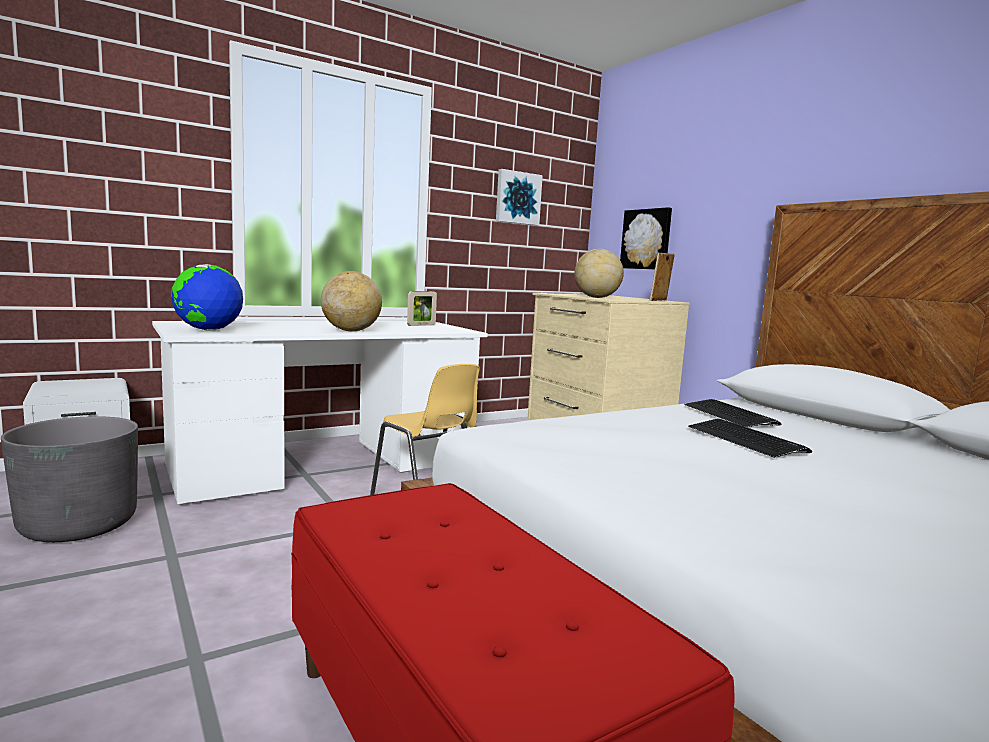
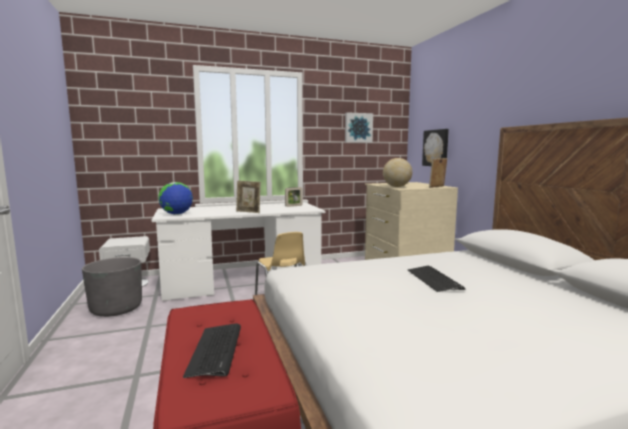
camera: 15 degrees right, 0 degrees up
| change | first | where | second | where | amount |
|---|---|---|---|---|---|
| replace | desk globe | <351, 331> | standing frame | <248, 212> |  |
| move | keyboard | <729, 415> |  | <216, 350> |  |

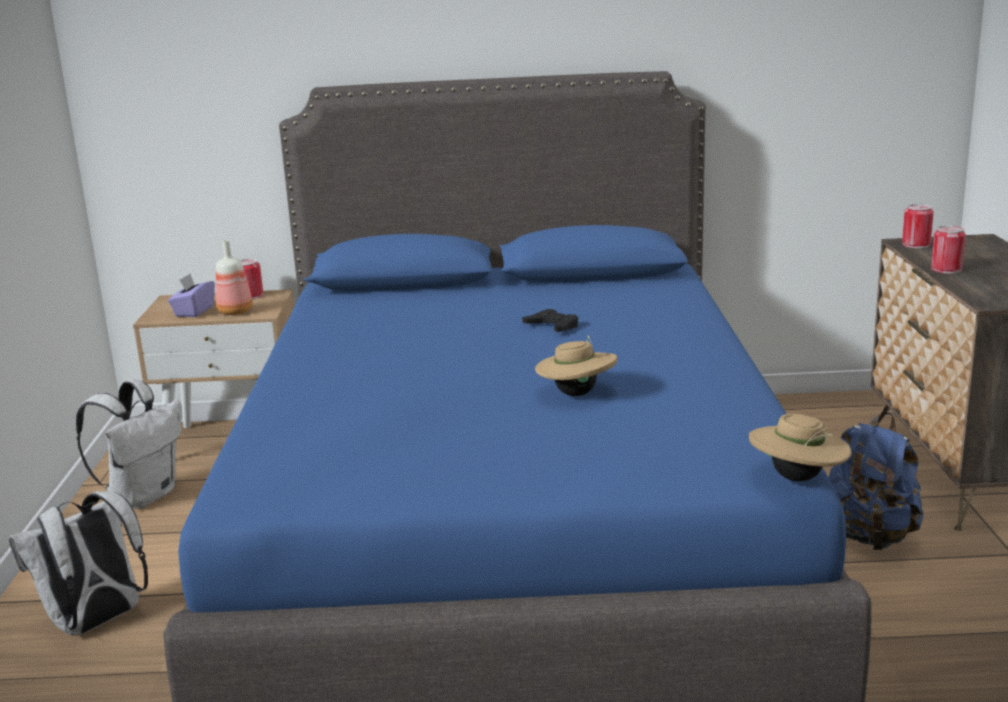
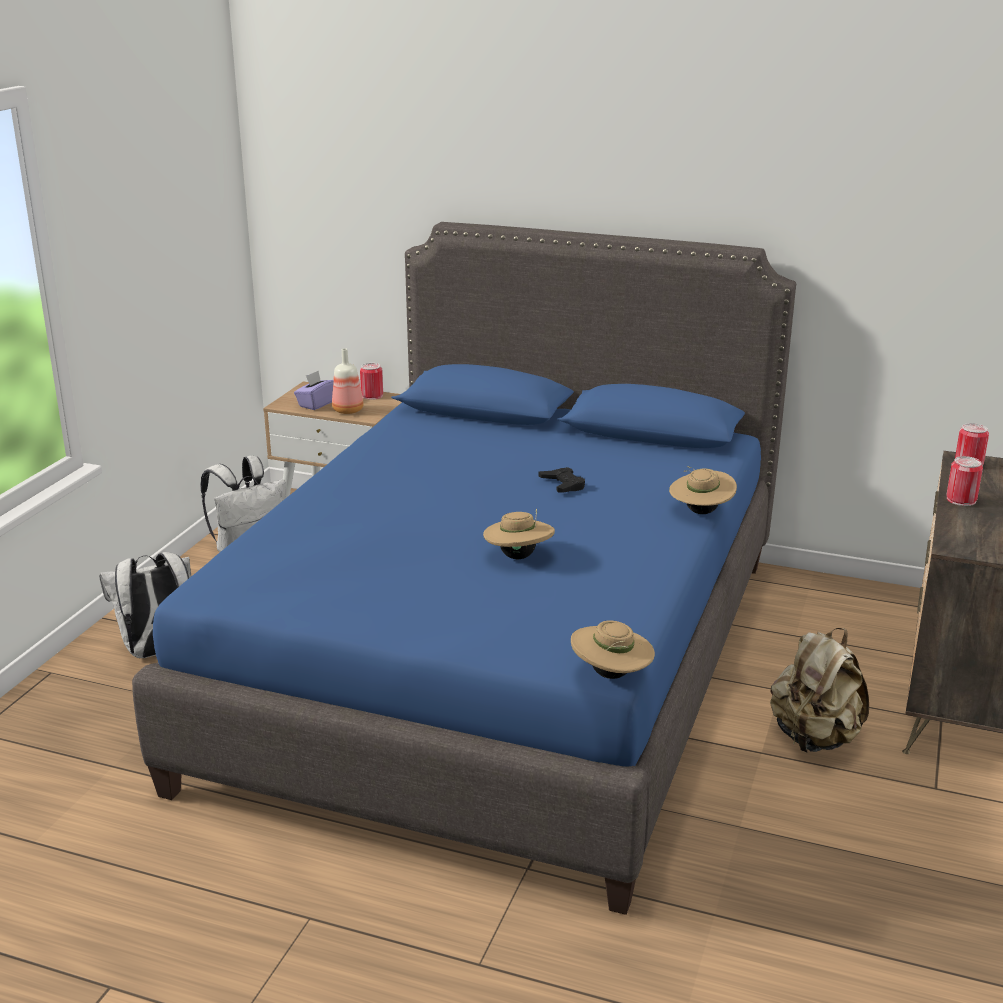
camera: 20 degrees right, 5 degrees up
| change | first | where | second | where | amount |
|---|---|---|---|---|---|
| recolor | bluish backpack | <870, 537> | beige backpack | <814, 738> |  |
| insert |  |  | beige wearable hat | <700, 512> |  |

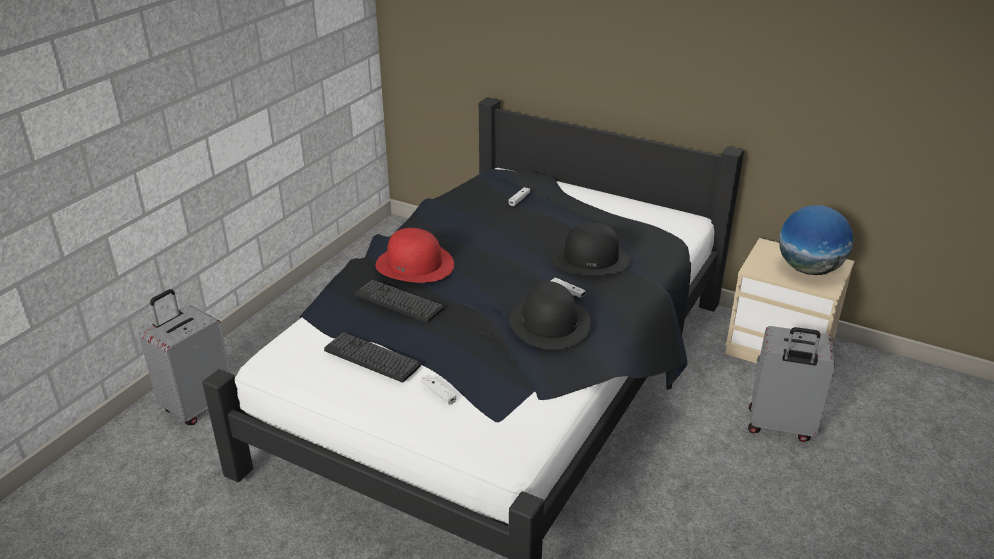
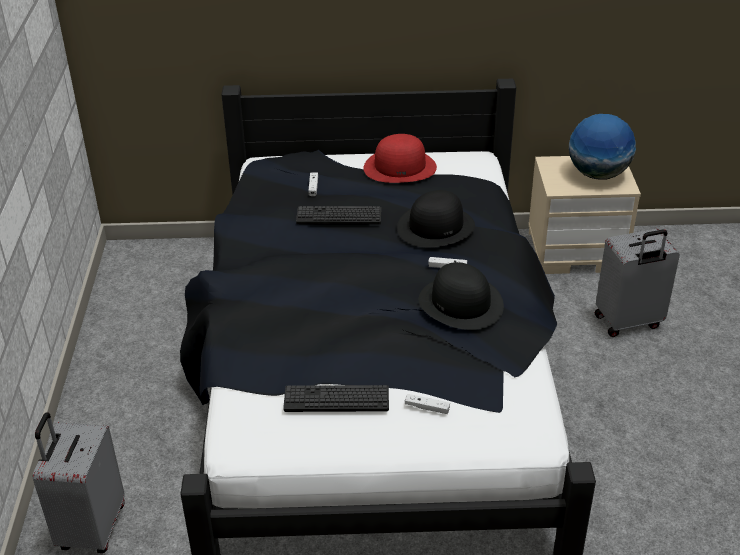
camera: 30 degrees left, 5 degrees up
| change | first | where | second | where | amount |
|---|---|---|---|---|---|
| move | keyboard | <399, 302> |  | <339, 216> |  |
| move | reddish wearable hat | <415, 264> |  | <400, 167> |  |

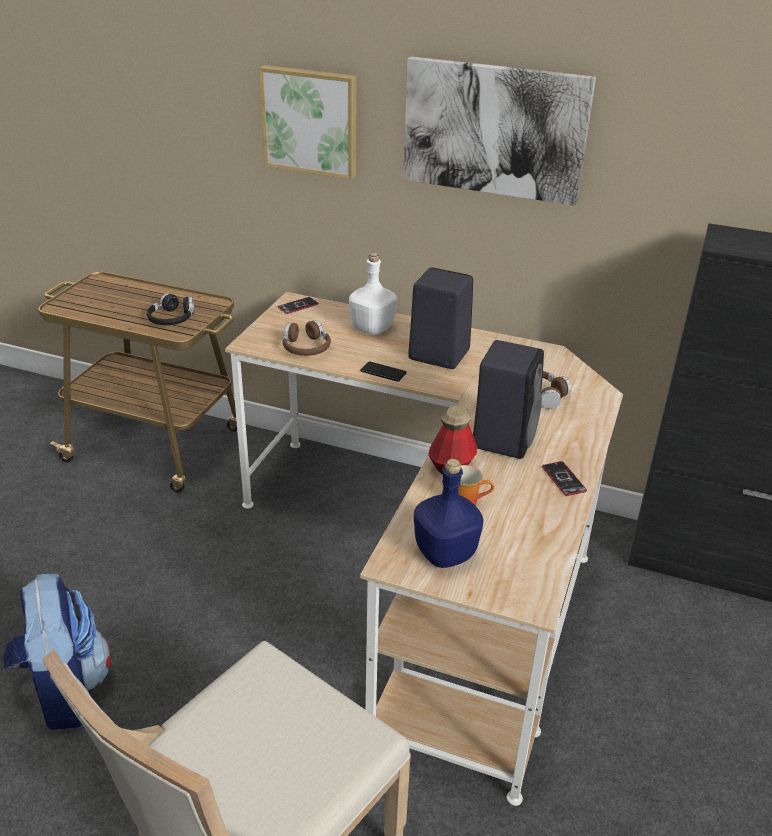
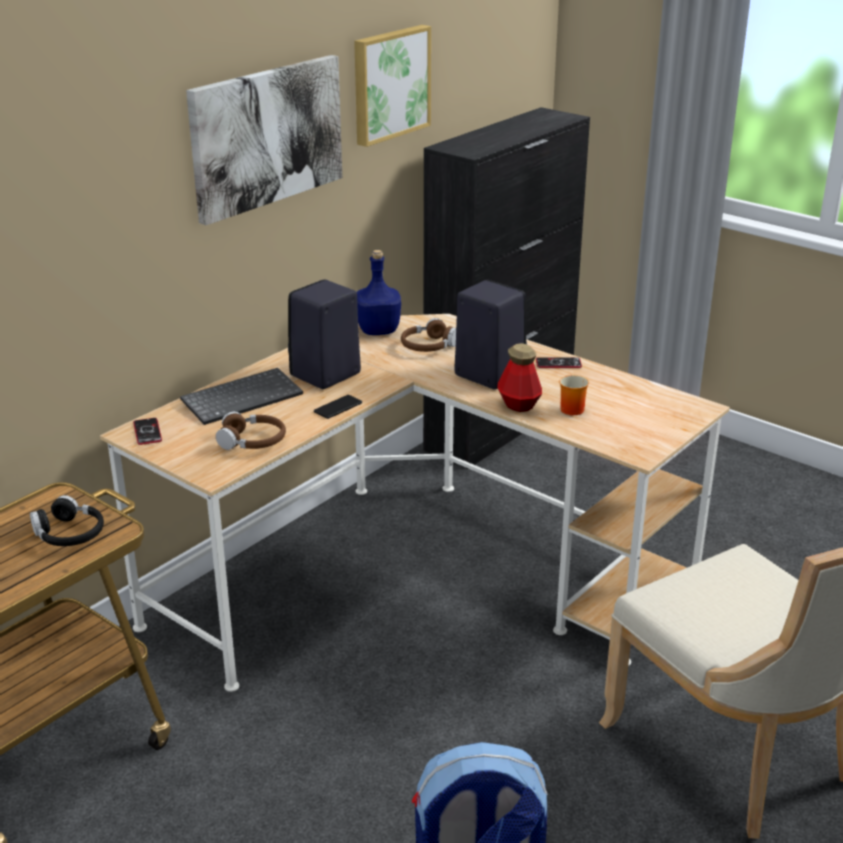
camera: 70 degrees left, 5 degrees down
| change | first | where | second | where | amount |
|---|---|---|---|---|---|
| move | picture | <311, 121> |  | <389, 84> |  |
| replace | whitish beverage bottle | <373, 329> | keyboard | <242, 397> |  |
| move | bluish beverage bottle | <444, 554> |  | <378, 331> |  |

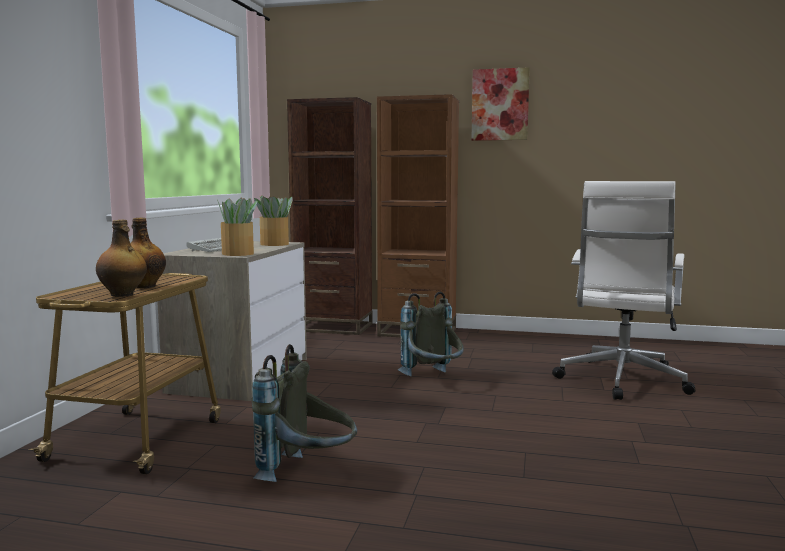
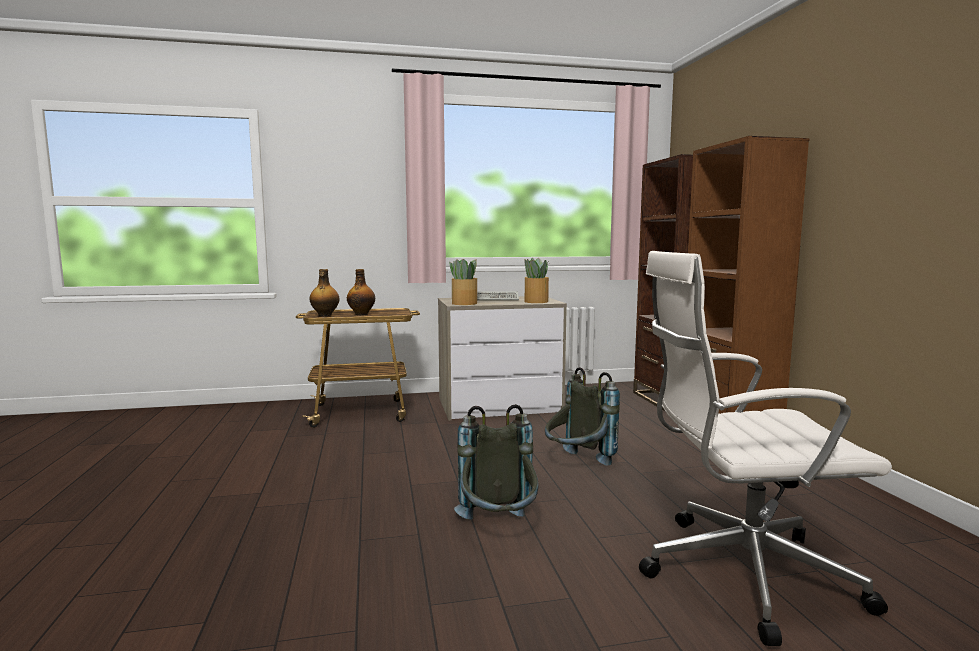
camera: 65 degrees right, 0 degrees up
| change | first | where | second | where | amount |
|---|---|---|---|---|---|
| move | greyish backpack | <308, 473> |  | <498, 529> |  |
| delete | picture | <500, 105> |  |  |  |

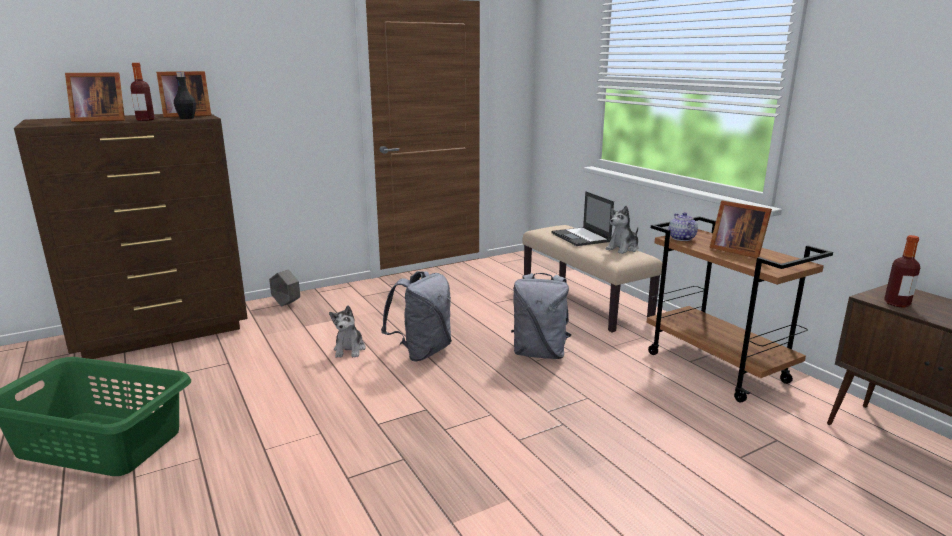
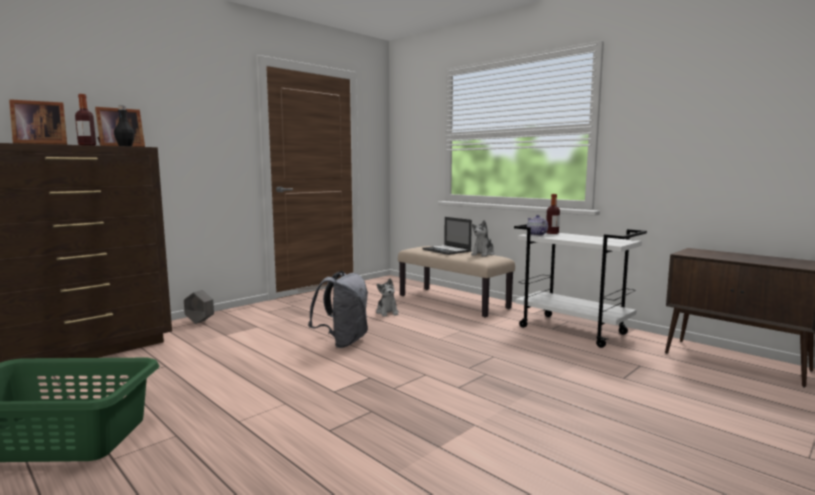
camera: 15 degrees left, 10 degrees down
| change | first | where | second | where | amount |
|---|---|---|---|---|---|
| move | plush toy | <349, 349> |  | <387, 312> |  |
| delete | greyish backpack | <540, 353> |  |  |  |
| recolor | brownish trolley | <718, 368> | whitish trolley | <573, 330> |  |
| delete | standing frame | <736, 250> |  |  |  |
| move | beverage bottle | <897, 304> |  | <552, 233> |  |

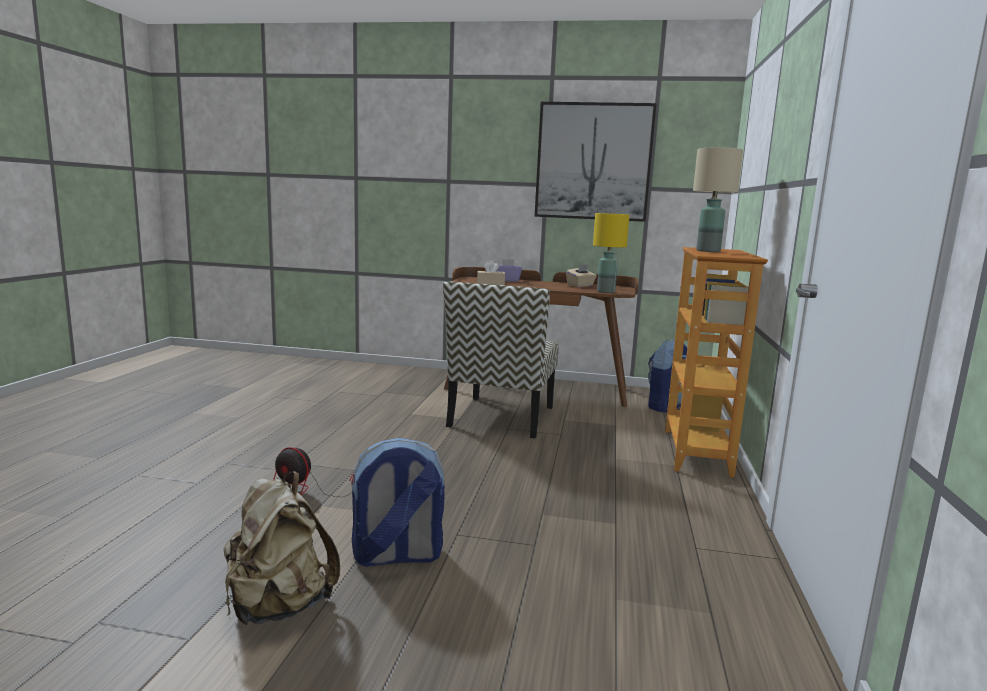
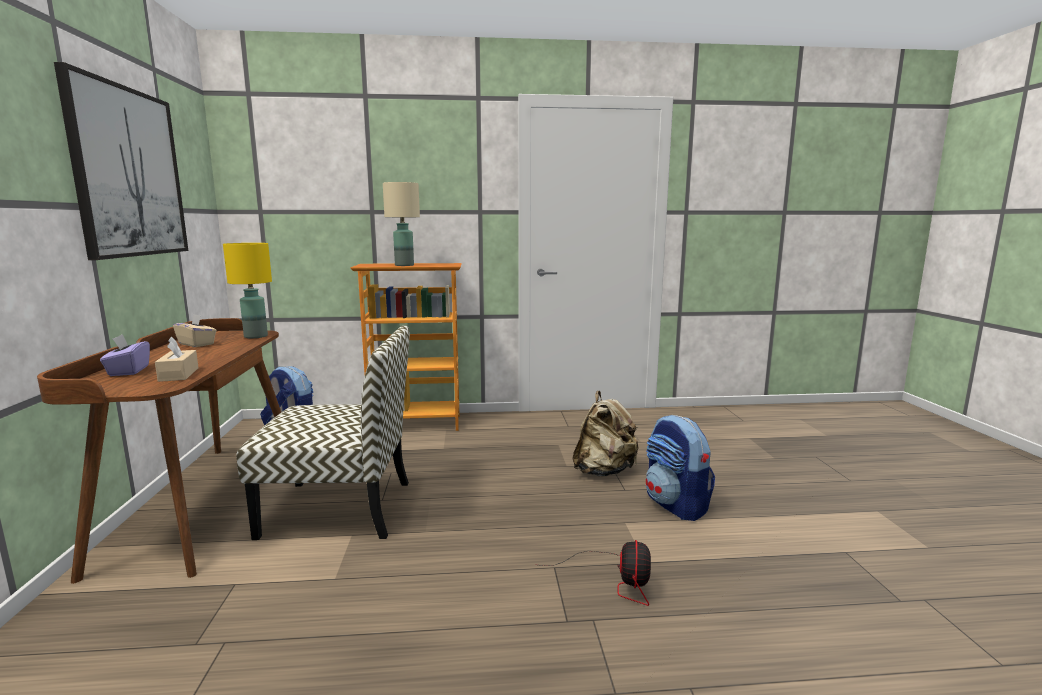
camera: 105 degrees left, 0 degrees up
| change | first | where | second | where | amount |
|---|---|---|---|---|---|
| move | beige backpack | <278, 607> |  | <604, 471> |  |

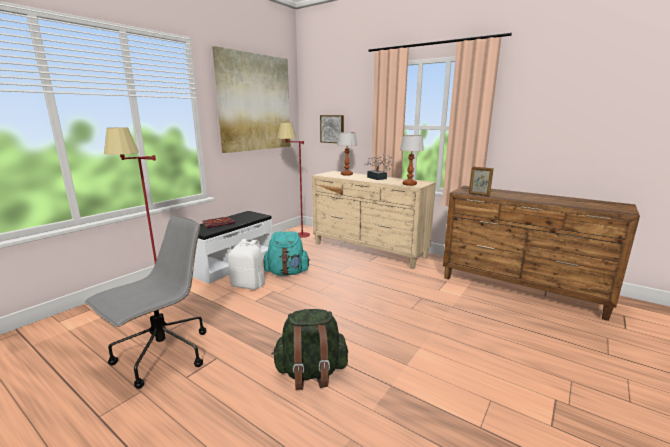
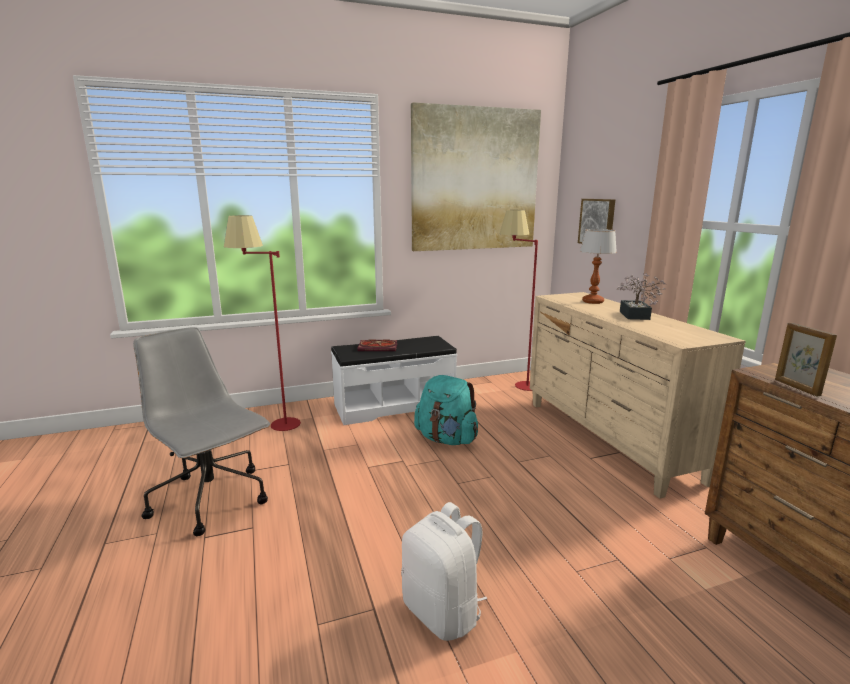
camera: 35 degrees right, 0 degrees up
| change | first | where | second | where | amount |
|---|---|---|---|---|---|
| rotate | greyish desk chair | <162, 356> |  | <212, 500> | 120 degrees counterclockwise |
| move | whitish backpack | <248, 285> |  | <443, 612> |  |
| delete | greenish backpack | <311, 373> |  |  |  |
| delete | lamp for a table | <409, 184> |  |  |  |

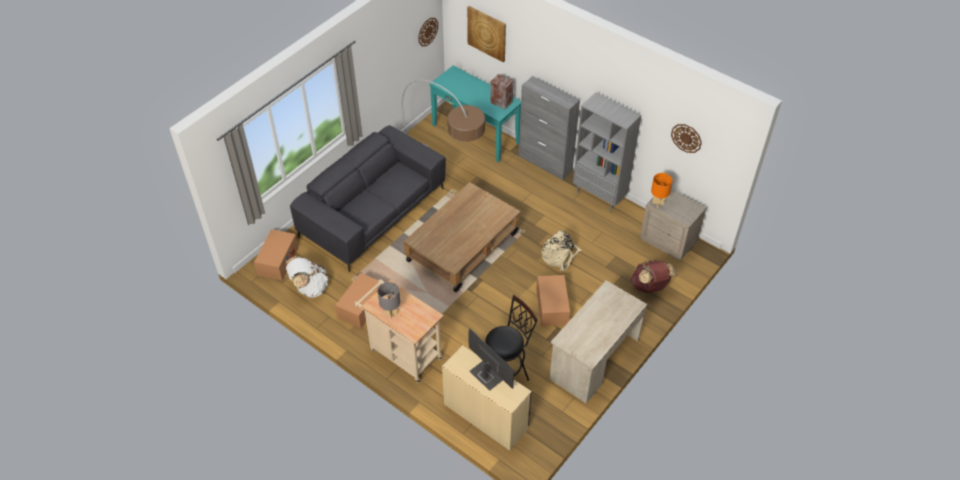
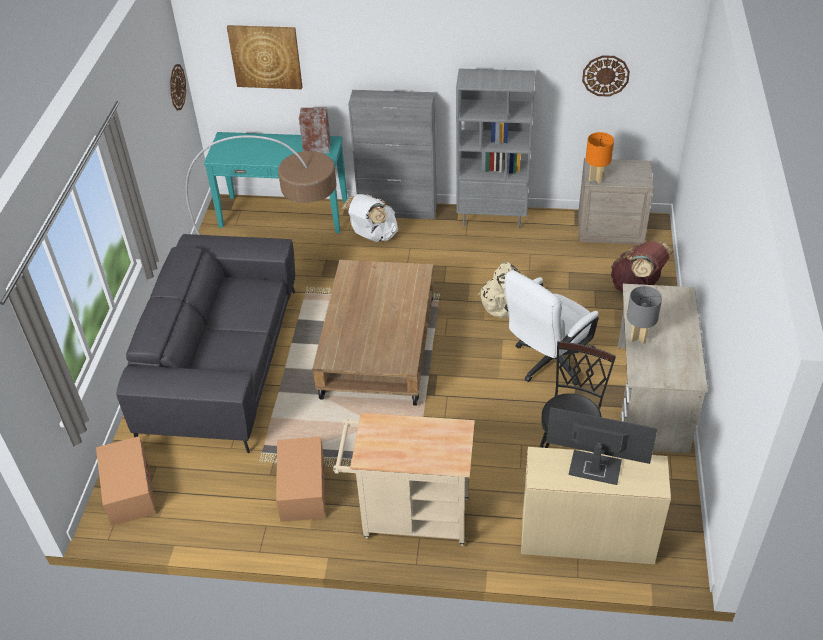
camera: 30 degrees left, 5 degrees down
| change | first | where | second | where | amount |
|---|---|---|---|---|---|
| move | whitish backpack | <309, 288> |  | <373, 236> |  |
| move | greyish lamp for a table | <390, 314> |  | <638, 338> |  |
| replace | packing box | <552, 306> | whitish desk chair | <548, 363> |  |

